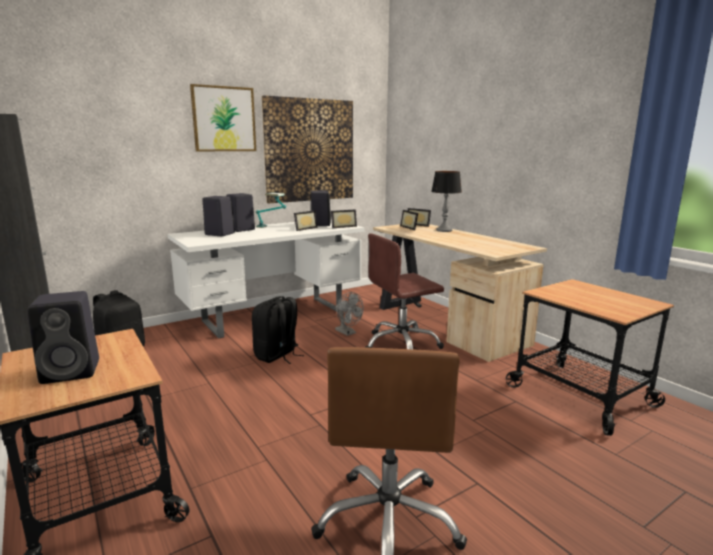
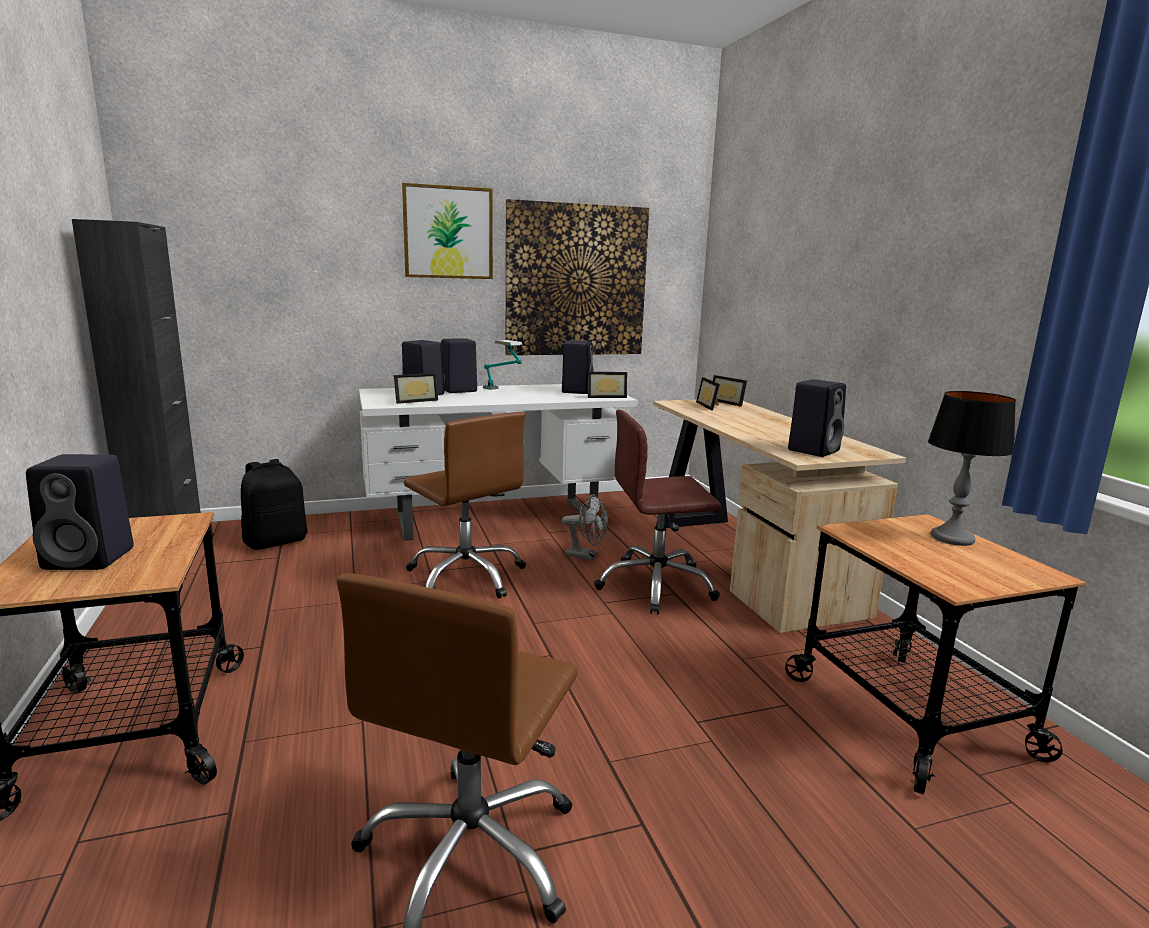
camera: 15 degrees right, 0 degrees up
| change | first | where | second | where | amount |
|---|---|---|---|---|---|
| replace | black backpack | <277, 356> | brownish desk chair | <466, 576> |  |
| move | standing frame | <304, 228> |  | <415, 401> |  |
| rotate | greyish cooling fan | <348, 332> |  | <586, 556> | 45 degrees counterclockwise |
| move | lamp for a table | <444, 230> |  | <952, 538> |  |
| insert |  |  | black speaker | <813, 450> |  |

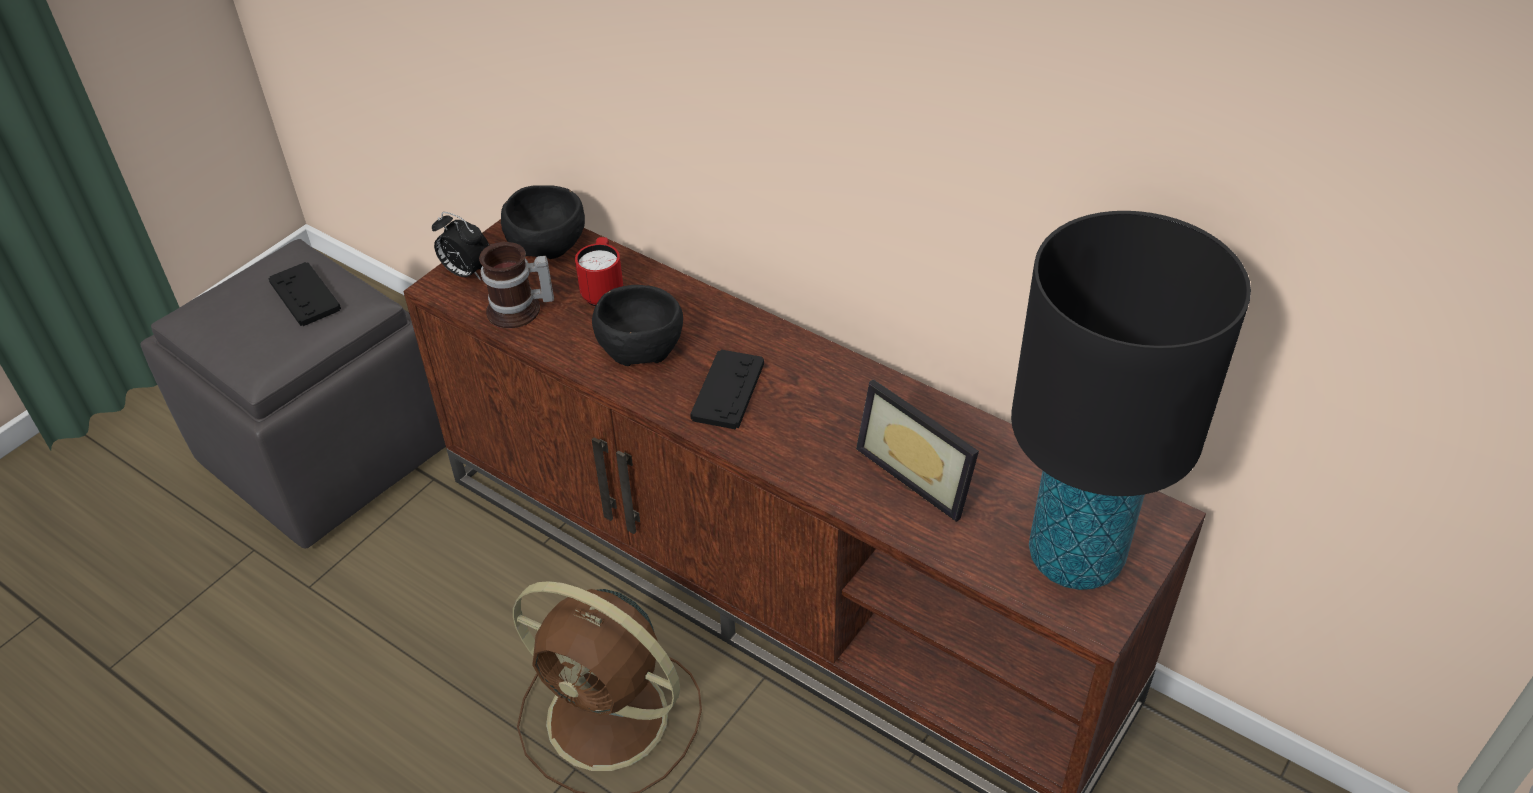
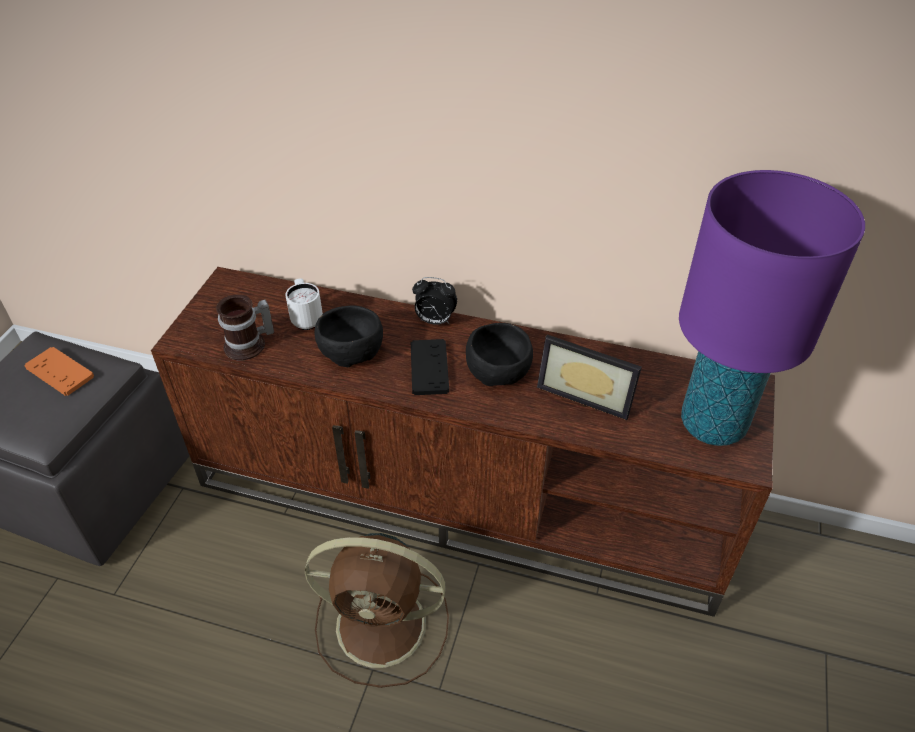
camera: 20 degrees left, 0 degrees up
| change | first | where | second | where | amount |
|---|---|---|---|---|---|
| recolor | black game controller | <305, 295> | orange game controller | <60, 372> |  |
| move | table clock | <466, 273> |  | <434, 321> |  |
| move | black bowl | <548, 241> |  | <499, 368> |  |
| recolor | reddish coffee mug | <603, 291> | whitish coffee mug | <306, 318> |  |
| recolor | black lamp for a table | <1074, 556> | purple lamp for a table | <712, 424> |  |

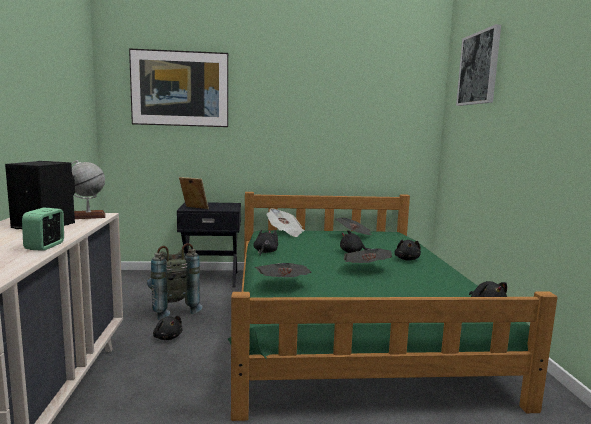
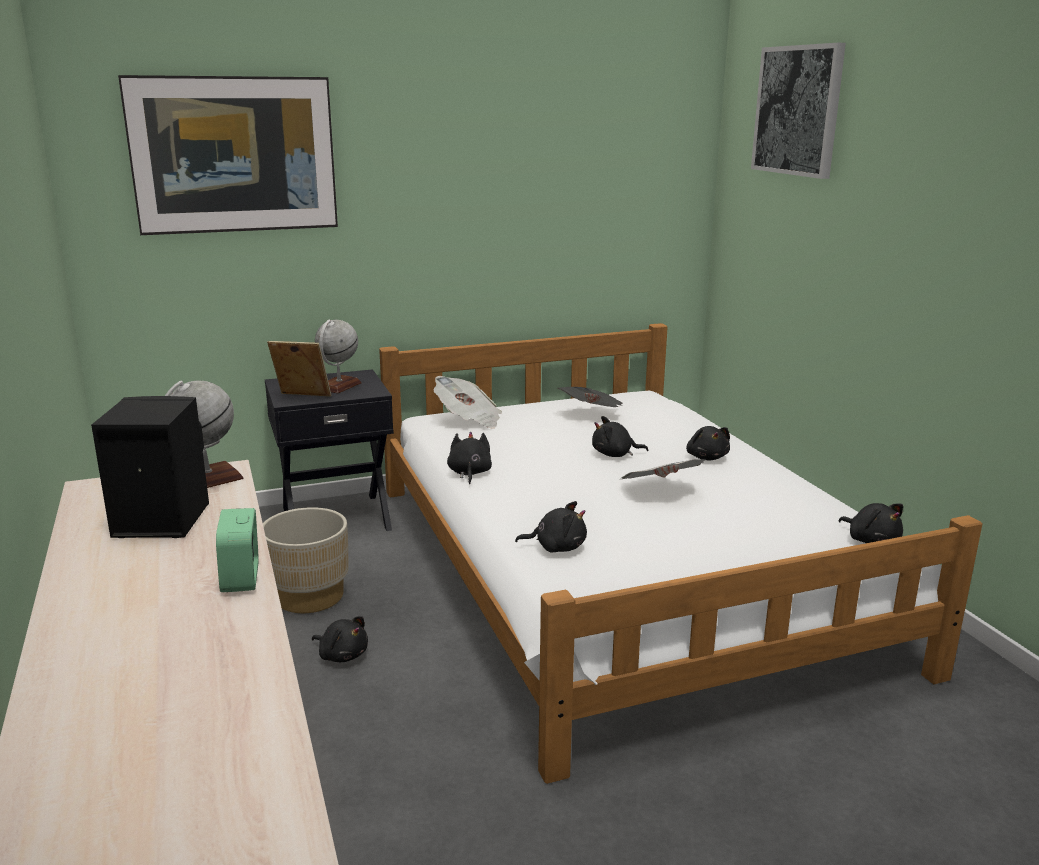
camera: 15 degrees left, 10 degrees up
| change | first | where | second | where | amount |
|---|---|---|---|---|---|
| replace | greyish backpack | <171, 309> | beige flower pot | <309, 596> |  |
| recolor | greenish bed | <347, 321> | whitish bed | <619, 570> |  |
| replace | printed paper | <283, 286> | black plush toy | <556, 547> |  |
| insert |  |  | desk globe | <339, 386> |  |

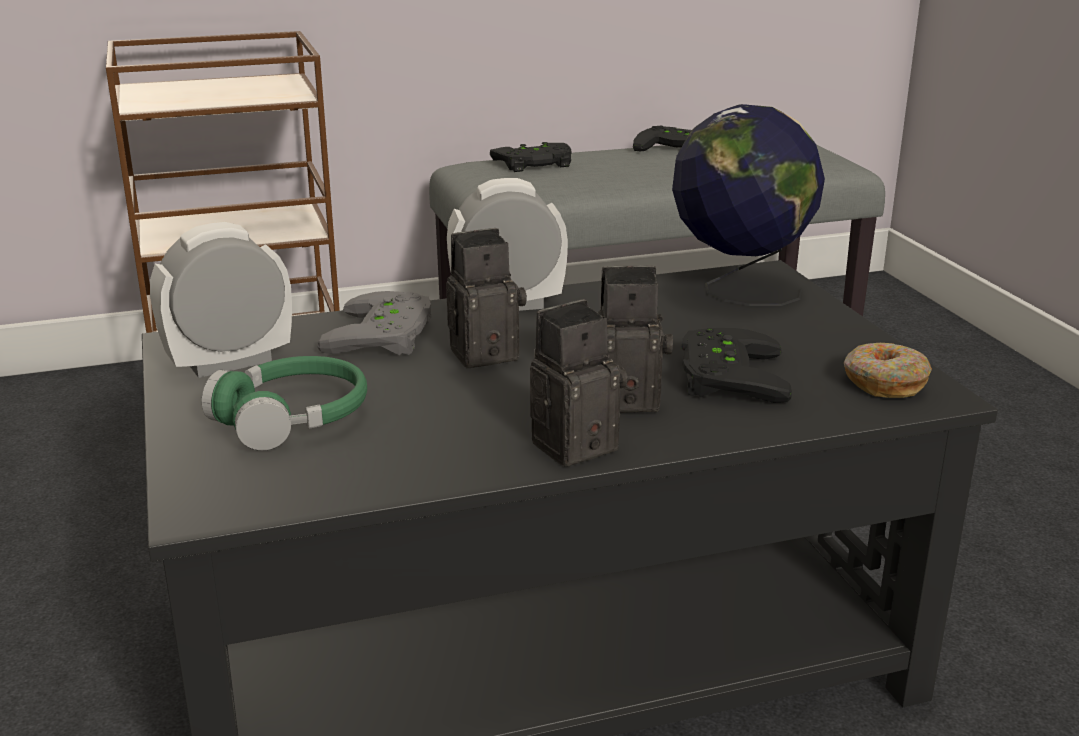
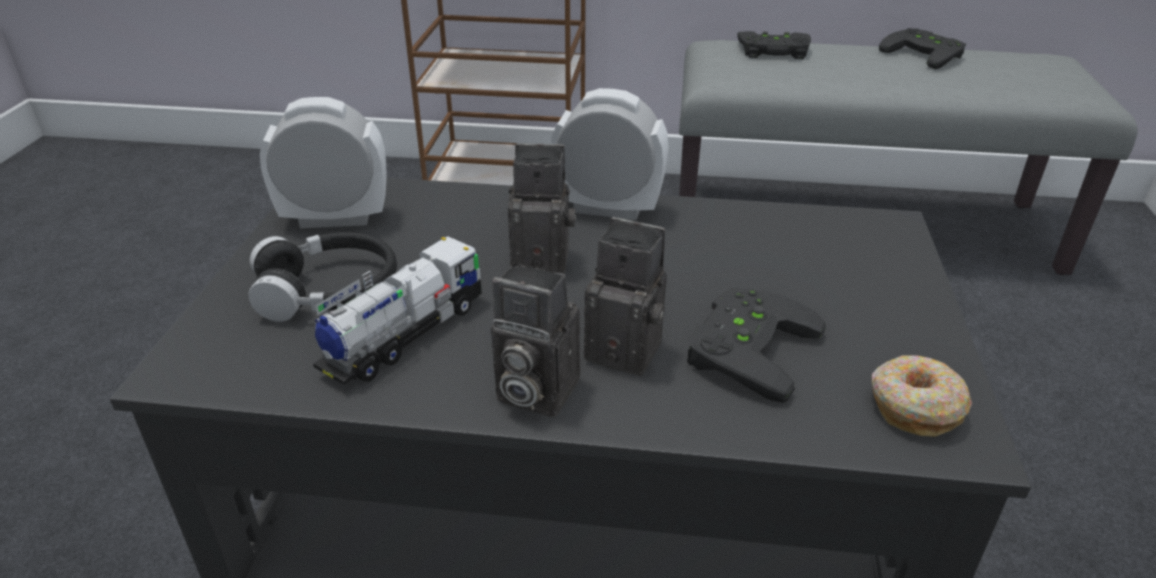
camera: 25 degrees right, 10 degrees up
| change | first | where | second | where | amount |
|---|---|---|---|---|---|
| recolor | greenish headphones | <292, 418> | black headphones | <328, 291> |  |
| delete | greyish game controller | <387, 335> |  |  |  |
| rotate | photo camera | <575, 443> |  | <532, 392> | 150 degrees counterclockwise |
| delete | desk globe | <738, 289> |  |  |  |
| insert |  |  | toy lorry | <404, 335> |  |

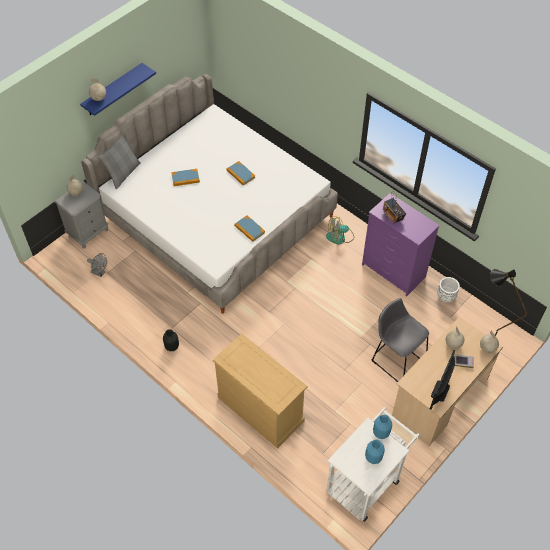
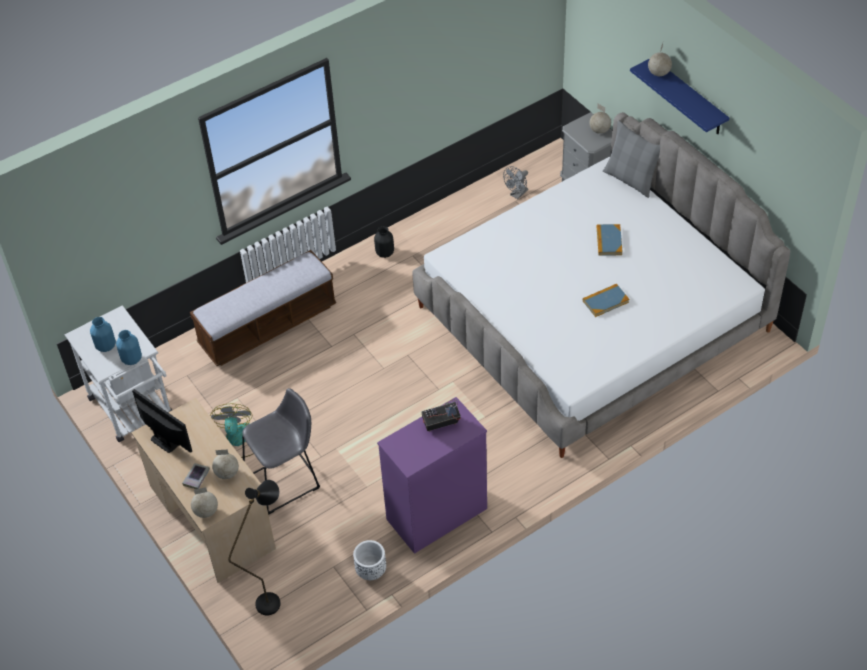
camera: 105 degrees right, 5 degrees down
| change | first | where | second | where | amount |
|---|---|---|---|---|---|
| replace | beige chest of drawers | <260, 409> | bench | <268, 325> |  |
| delete | bound book | <249, 229> |  |  |  |
| move | cooling fan | <340, 237> |  | <239, 441> |  |

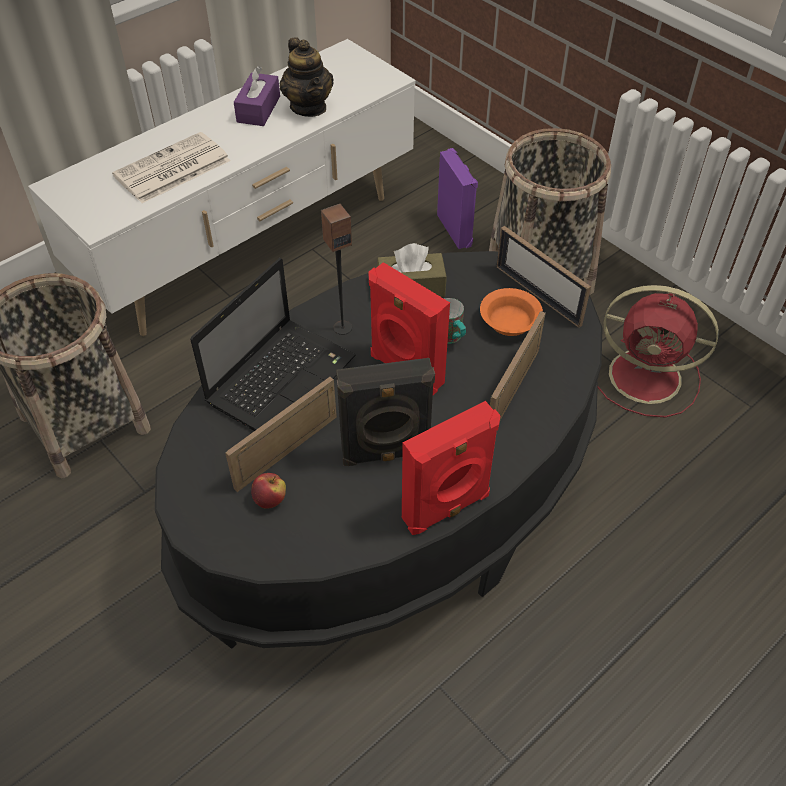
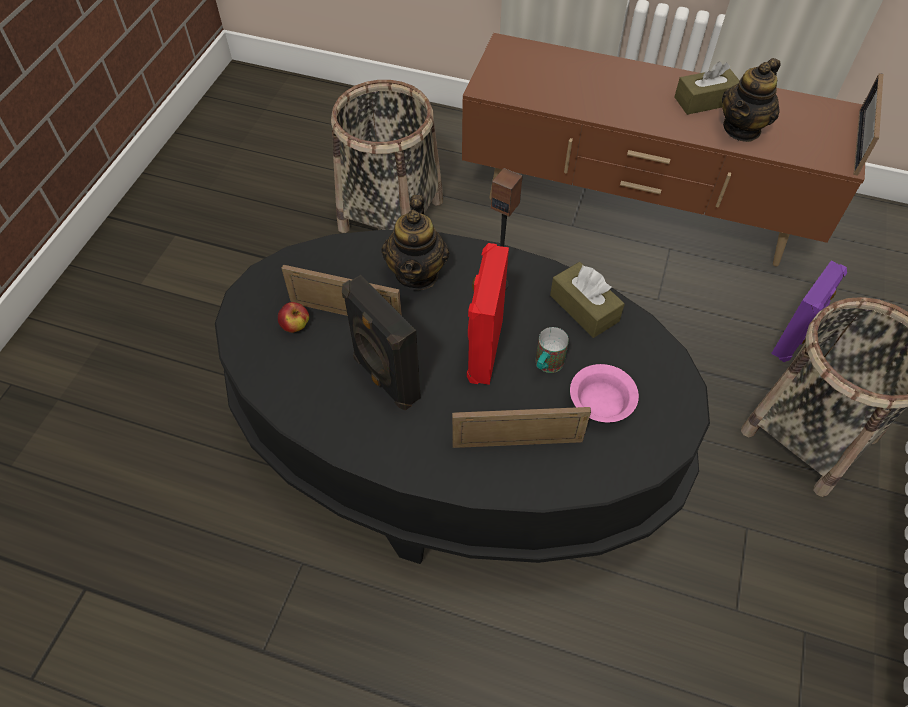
camera: 60 degrees right, 5 degrees up
| change | first | where | second | where | amount |
|---|---|---|---|---|---|
| recolor | whitish tv unit | <253, 246> | brownish tv unit | <636, 210> |  |
| delete | printed paper | <171, 169> |  |  |  |
| replace | notebook computer | <282, 378> | tea pot | <417, 273> |  |
| recolor | purple box of tissues | <258, 109> | brownish box of tissues | <704, 101> |  |
| delete | reddish speaker | <447, 508> |  |  |  |
| recolor | orange bowl | <508, 321> | pinkish bowl | <602, 401> |  |
| move | standing frame | <538, 295> |  | <858, 142> |  |
| delete | reddish cooling fan | <648, 377> |  |  |  |

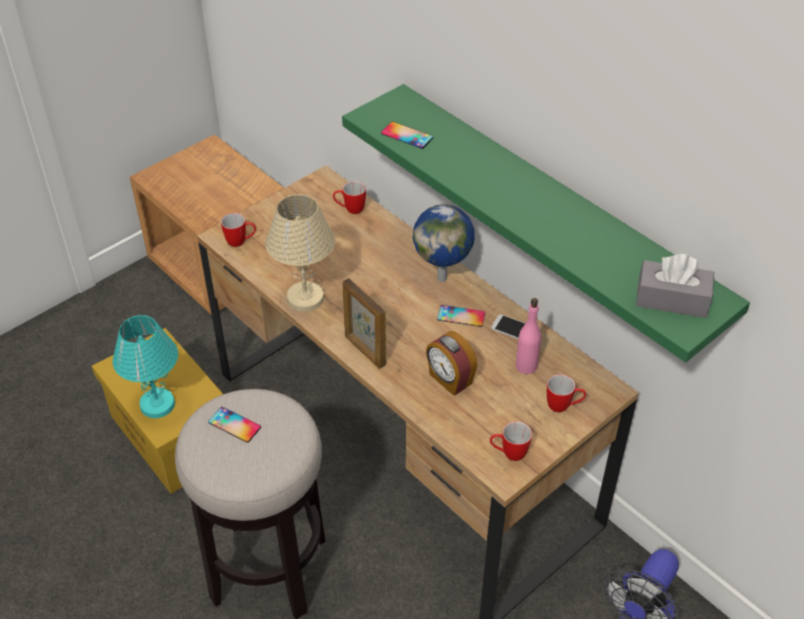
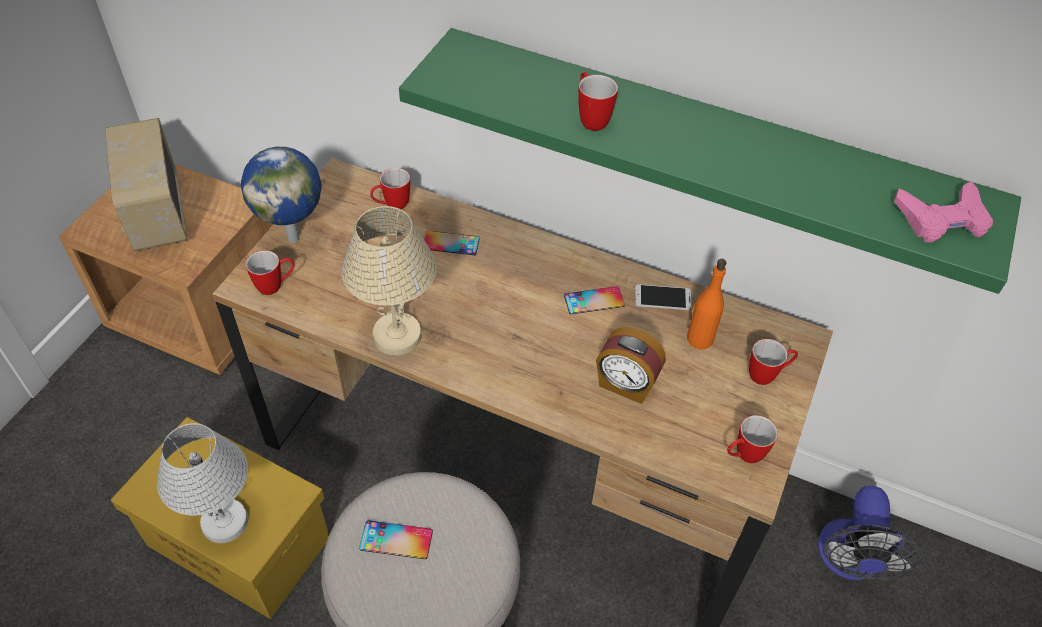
camera: 25 degrees left, 5 degrees up
| change | first | where | second | where | amount |
|---|---|---|---|---|---|
| recolor | turquoise-coloured lamp for a table | <156, 404> | whitish lamp for a table | <224, 522> |  |
| delete | standing frame | <364, 350> |  |  |  |
| move | phone | <407, 135> |  | <451, 243> |  |
| move | desk globe | <443, 278> |  | <294, 237> |  |
| recolor | pinkish beverage bottle | <526, 366> | orange beverage bottle | <699, 339> |  |
| replace | greyish box of tissues | <672, 299> | pinkish game controller | <942, 219> |  |
| insert |  |  | radio set | <156, 214> |  |
| insert |  |  | coffee mug | <590, 118> |  |

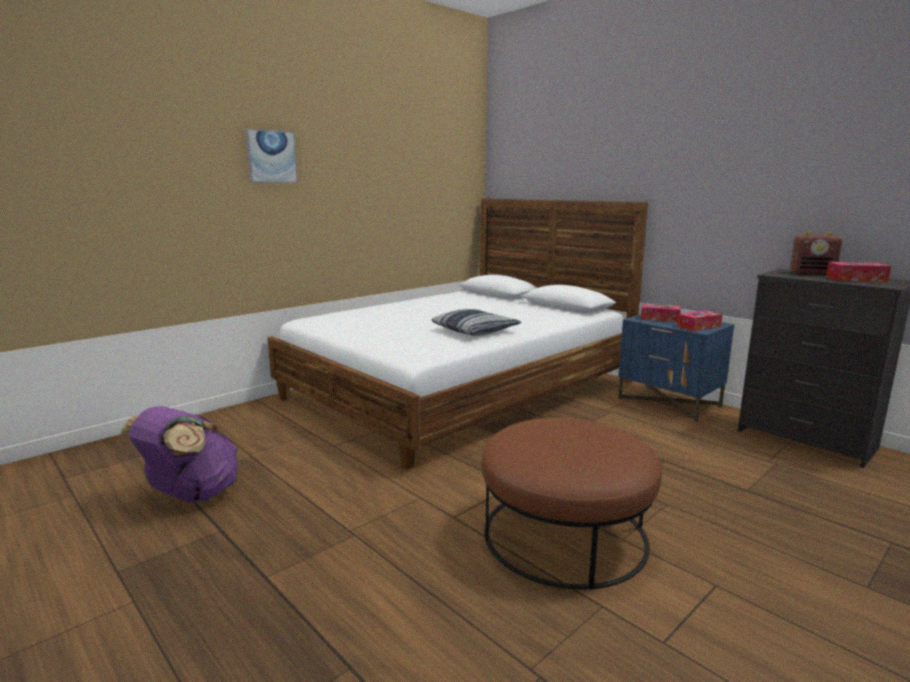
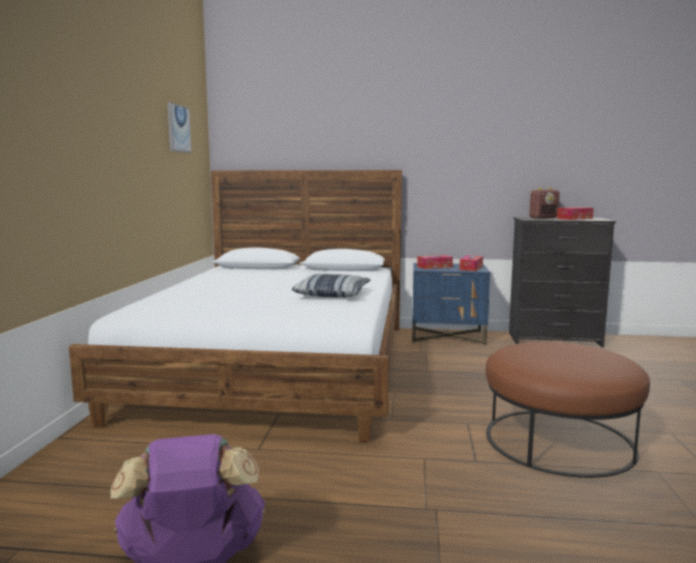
camera: 40 degrees left, 5 degrees down
| change | first | where | second | where | amount |
|---|---|---|---|---|---|
| move | picture | <271, 157> |  | <178, 128> |  |

